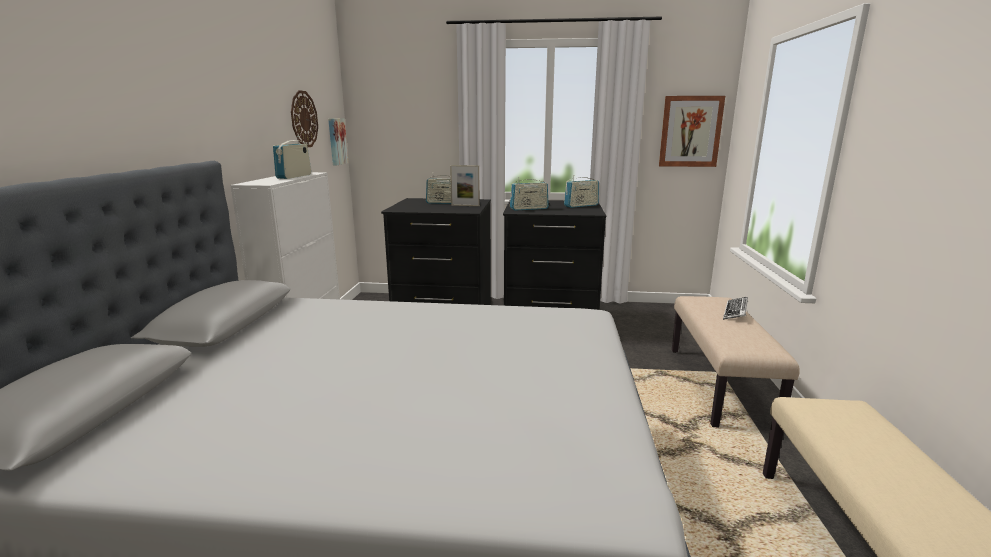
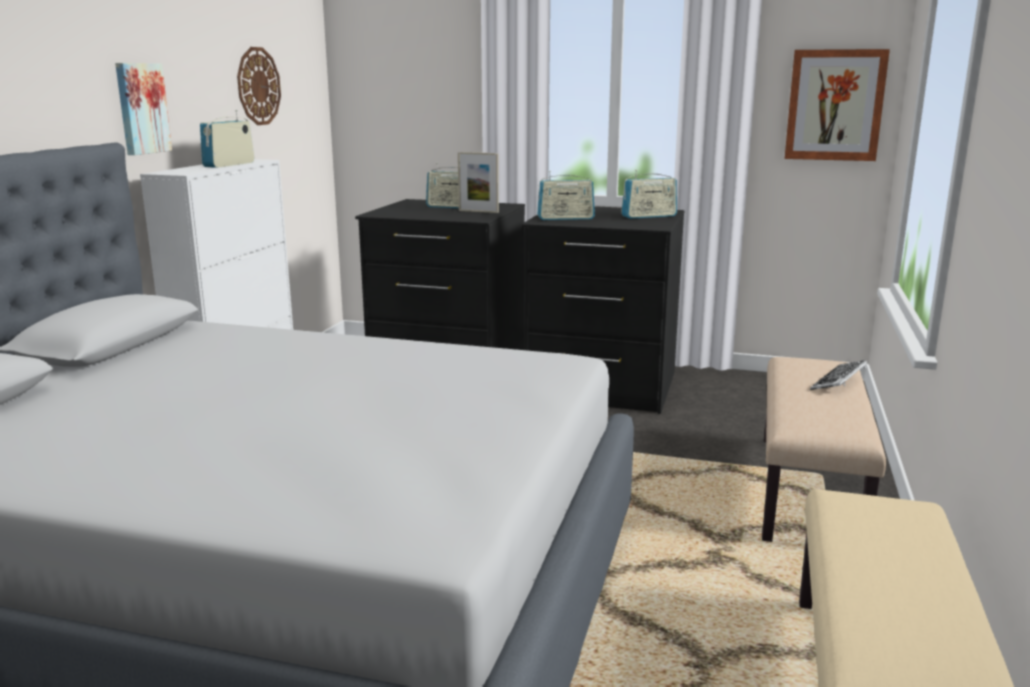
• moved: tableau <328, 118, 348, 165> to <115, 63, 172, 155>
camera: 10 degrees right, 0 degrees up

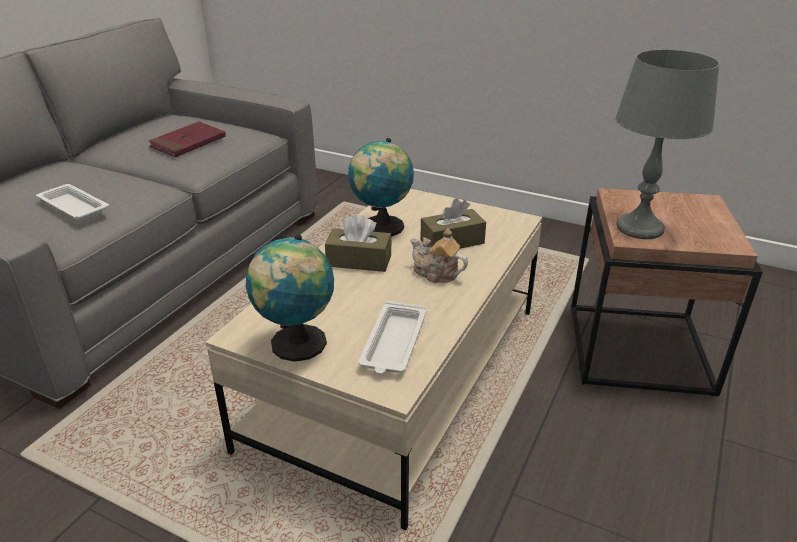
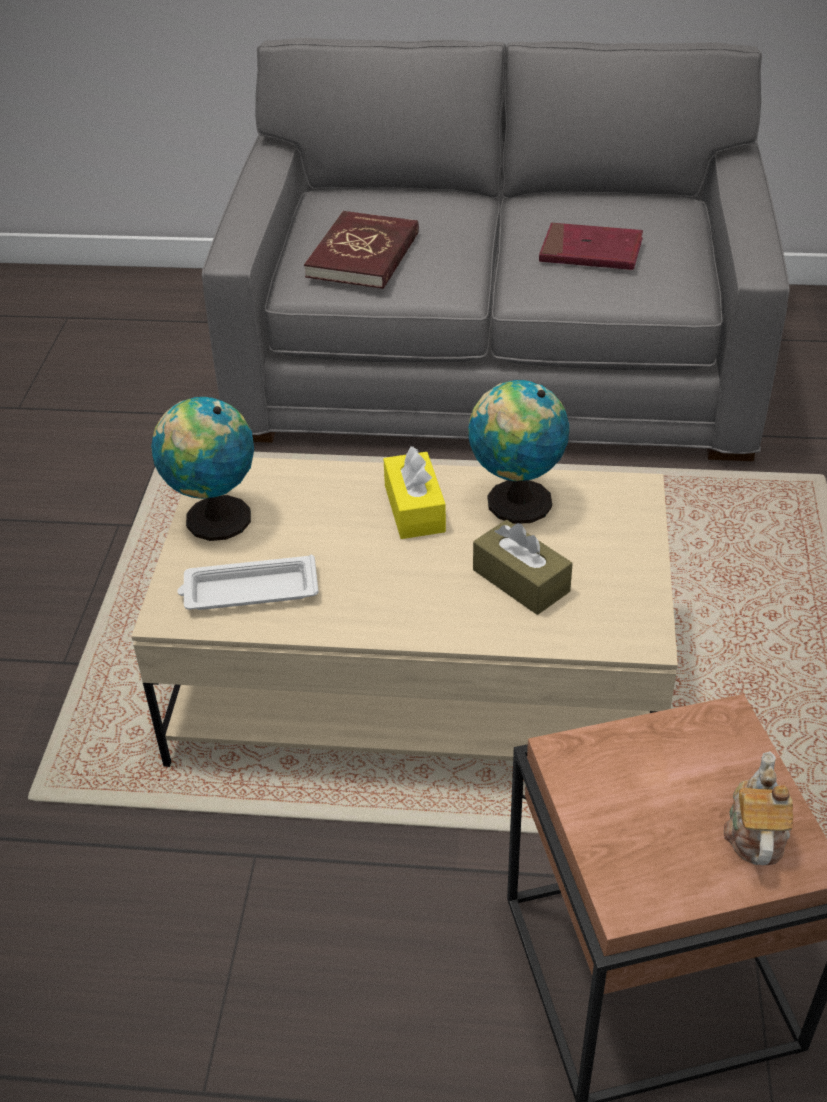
• replaced: plateau [blanc] <36, 184, 110, 221> to livre [rouge] <304, 211, 419, 289>
• recoloured: boîte à mouchoirs [marron] <325, 214, 392, 272> to boîte à mouchoirs [jaune] <384, 446, 446, 539>
• moved: théière <410, 229, 468, 283> to <724, 751, 793, 865>
• removed: lampe de table [gris] <615, 49, 720, 239>
camera: 70 degrees right, 10 degrees up

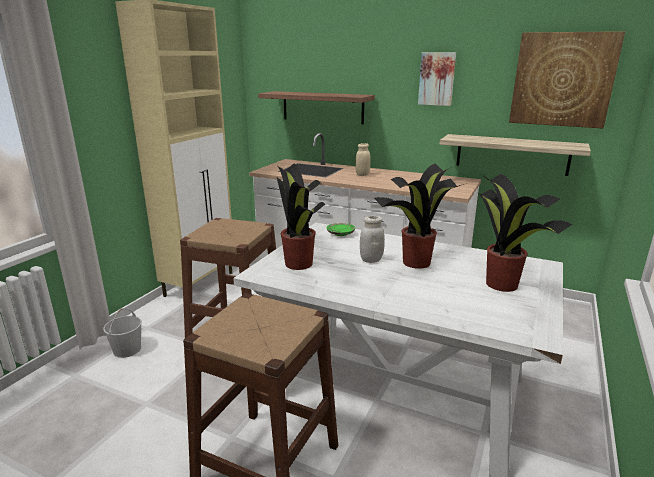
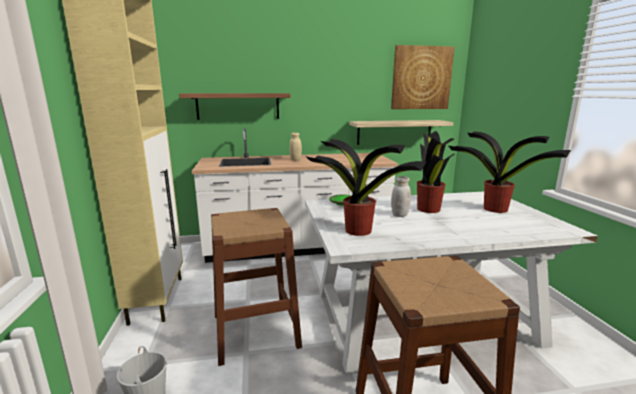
• removed: tableau <418, 52, 456, 106>
camera: 35 degrees left, 5 degrees down

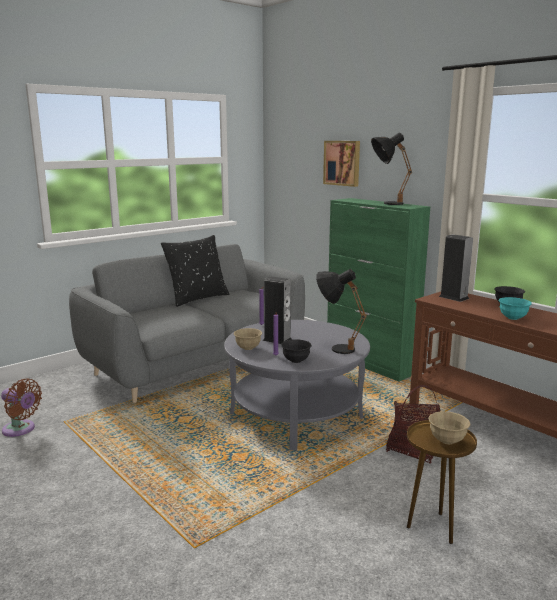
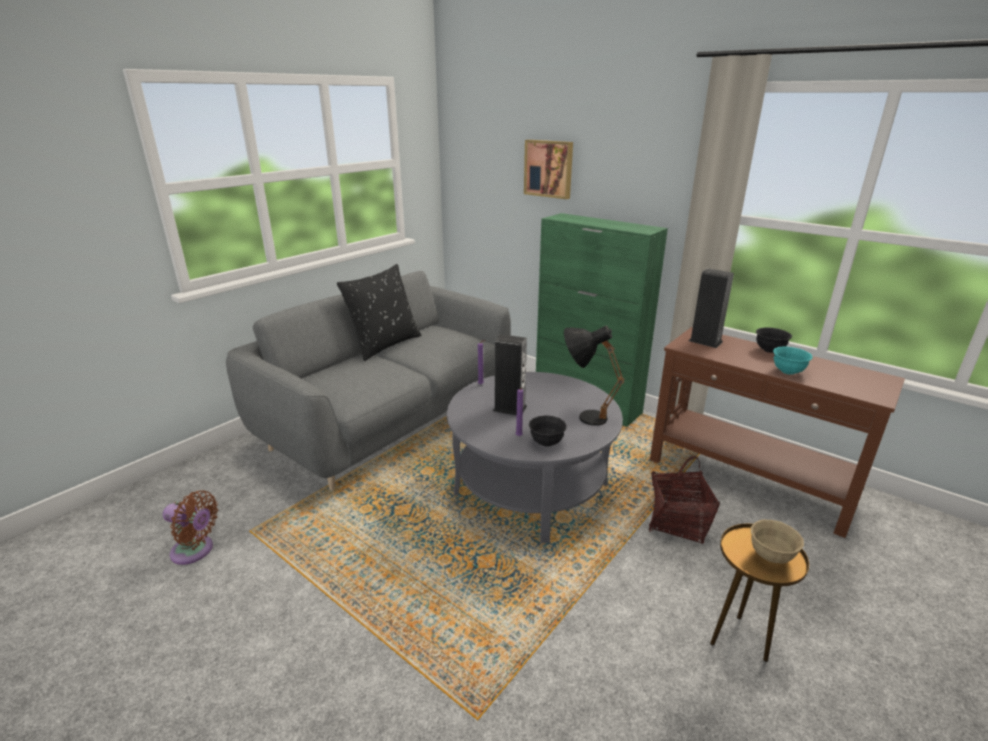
• removed: bol [beige] <234, 328, 262, 350>
• removed: lampe de table [noir] <371, 133, 412, 205>
camera: 10 degrees left, 10 degrees up

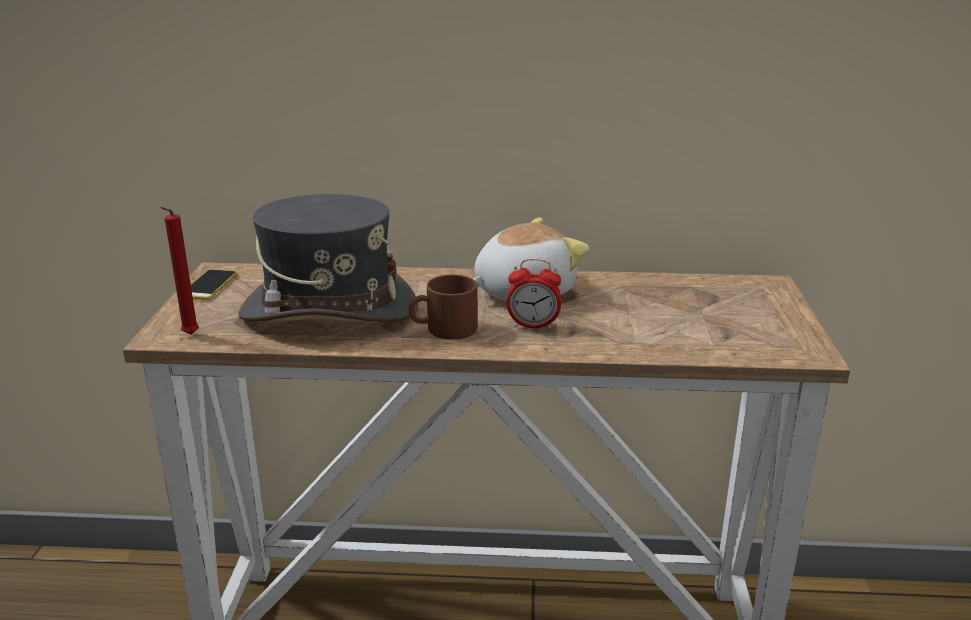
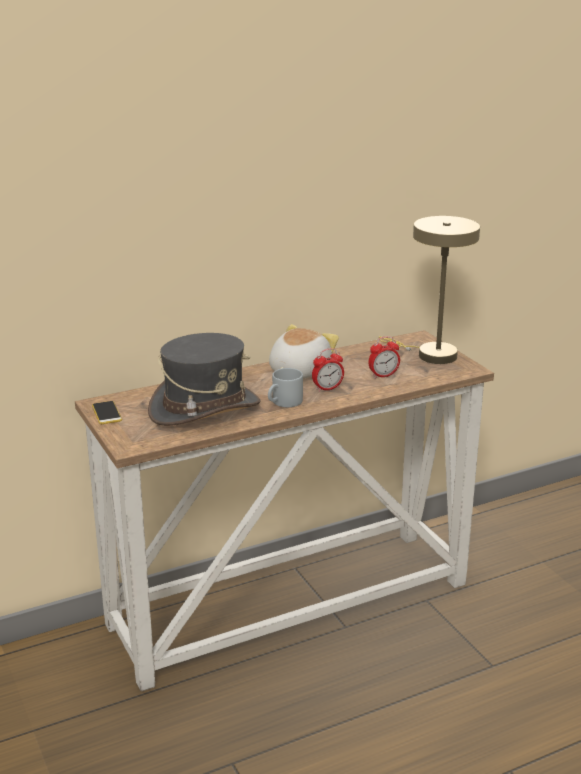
• recoloured: mug [marron] <408, 275, 478, 340> to mug [gris] <268, 368, 303, 407>
• added: réveil <368, 336, 400, 379>
• added: lampe de table [beige] <379, 216, 480, 364>
• removed: bougie [rouge] <161, 207, 199, 335>
camera: 30 degrees left, 0 degrees up

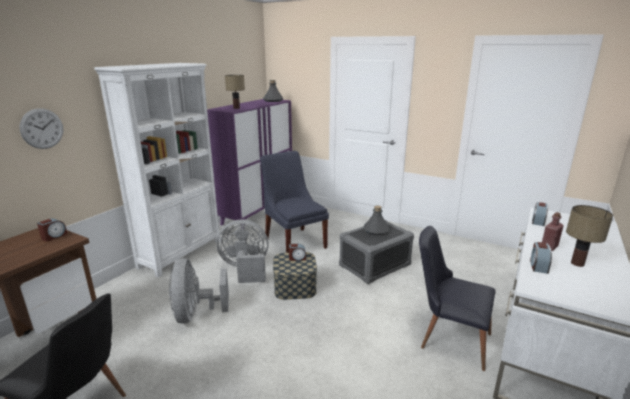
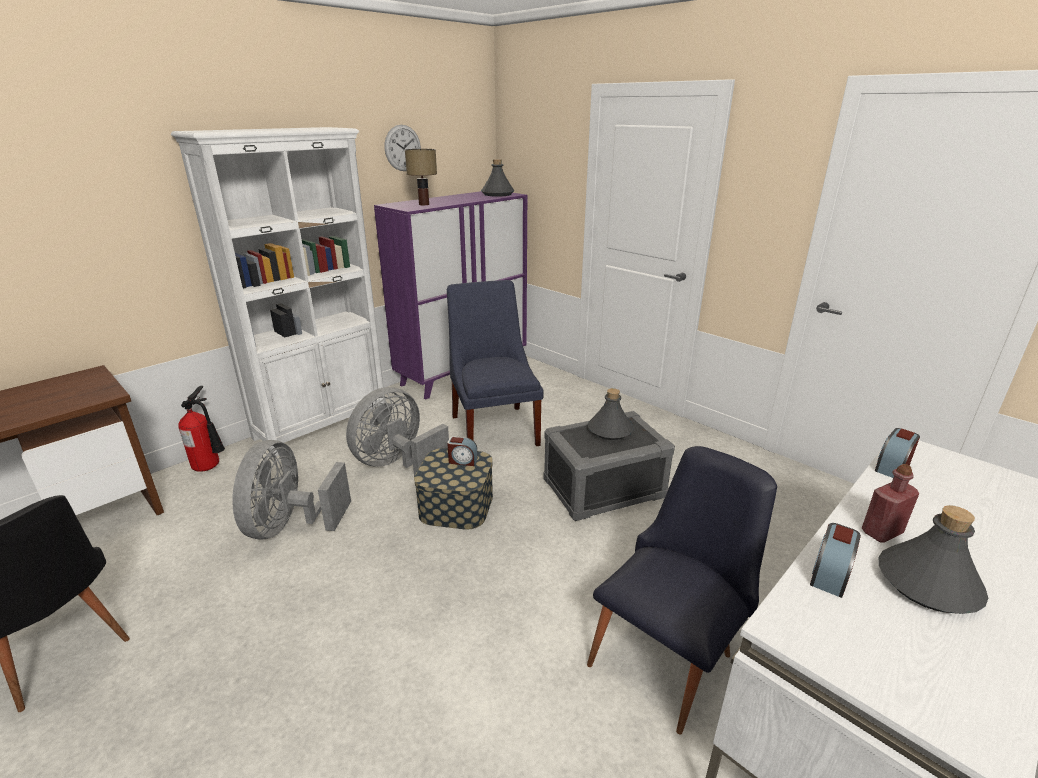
• added: extincteur <178, 386, 225, 472>
• turned: ventilateur [gris] <216, 219, 269, 283> = <346, 387, 449, 476> 60 degrees counterclockwise
• moved: horloge murale <19, 108, 63, 149> to <385, 125, 421, 171>
• turned: chaise [noir] <419, 226, 496, 371> = <587, 446, 777, 735> 90 degrees clockwise
• replaced: lampe de table <566, 205, 613, 267> to bouteille [gris] <878, 505, 988, 614>
• removed: réveil <37, 218, 68, 242>
camera: 15 degrees right, 5 degrees up

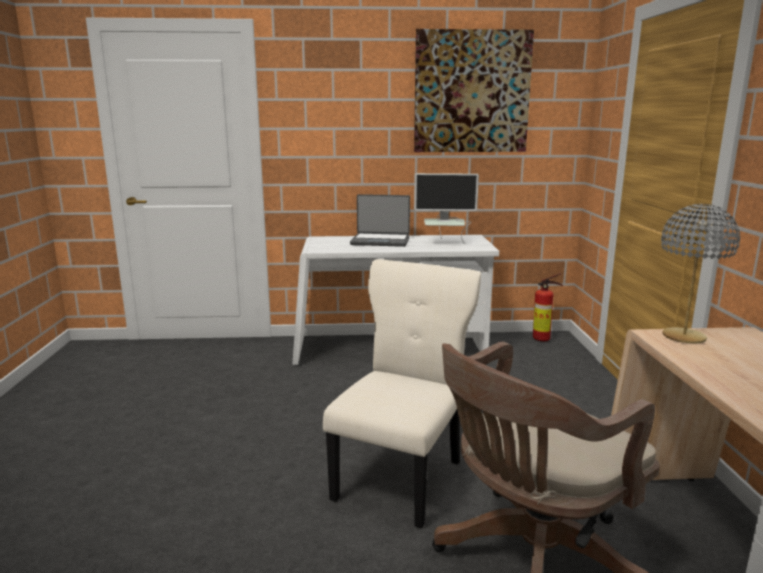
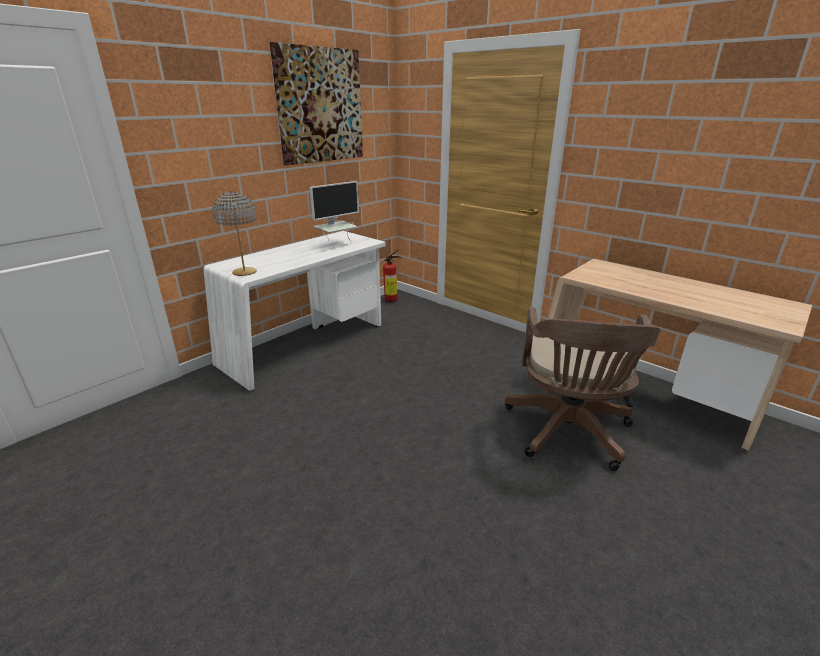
• moved: lampe de table [gris] <661, 204, 740, 343> to <212, 192, 257, 276>
• removed: chaise [beige] <323, 259, 481, 528>
• removed: ordinateur portable <350, 194, 410, 247>
camera: 45 degrees left, 10 degrees up

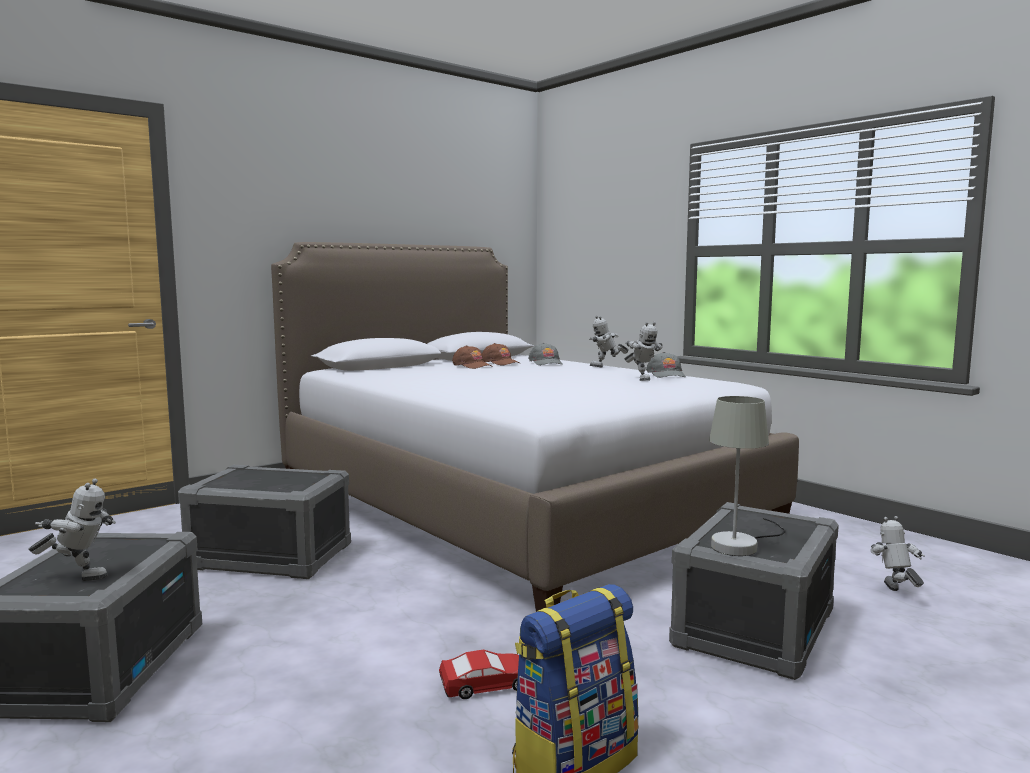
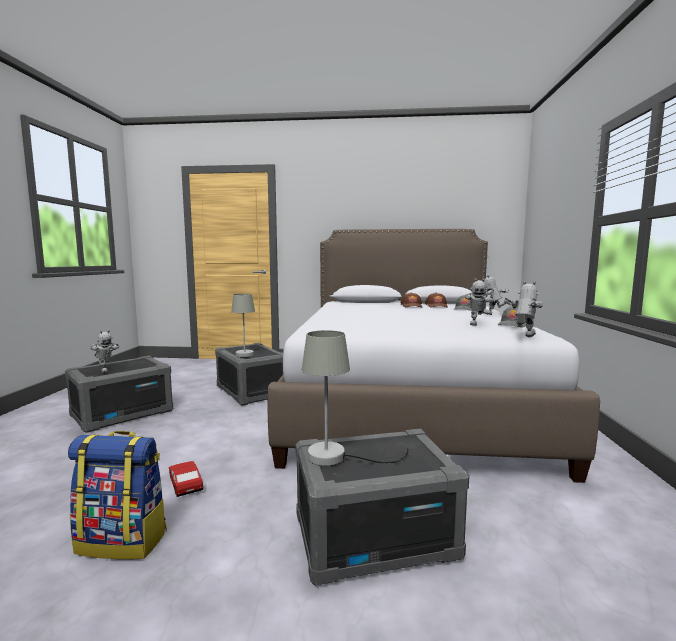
• turned: petite voiture <439, 650, 519, 699> = <169, 461, 203, 497> 150 degrees counterclockwise
• added: lampe de table [gris] <231, 294, 260, 357>
• moved: robot jouet <871, 516, 925, 591> to <510, 281, 543, 337>
camera: 45 degrees right, 0 degrees up

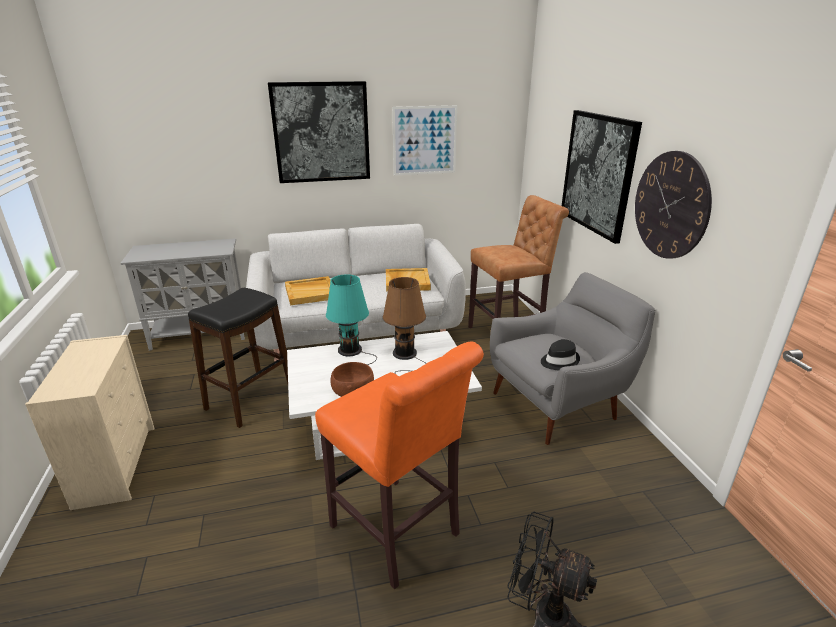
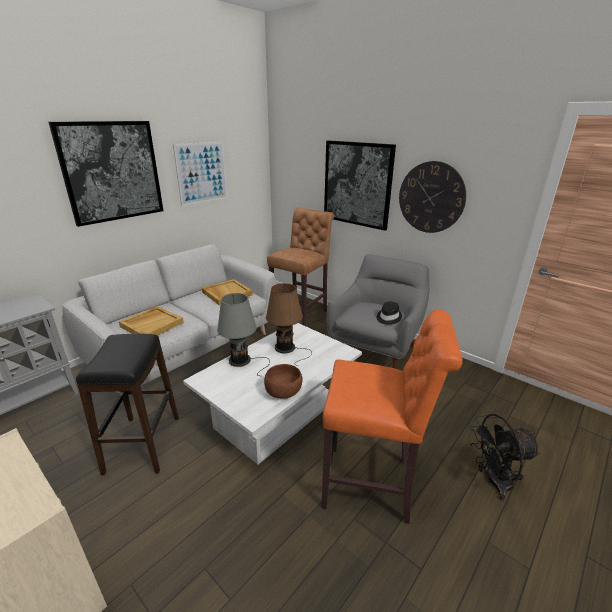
• recoloured: lampe de table [turquoise] <326, 274, 377, 365> to lampe de table [gris] <217, 293, 270, 376>
camera: 35 degrees left, 0 degrees up

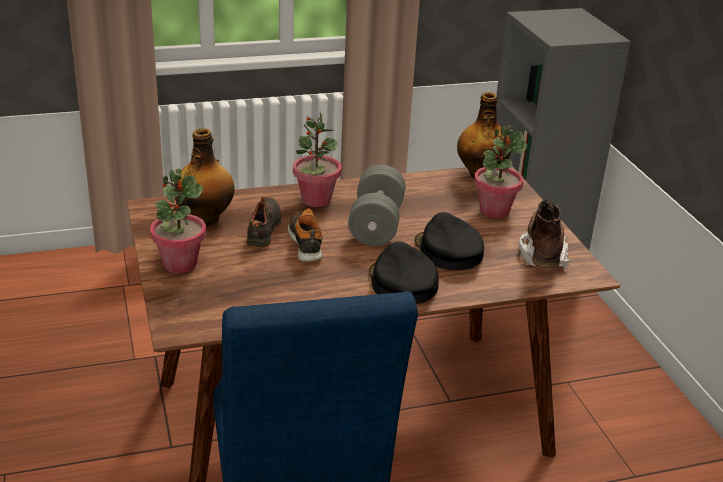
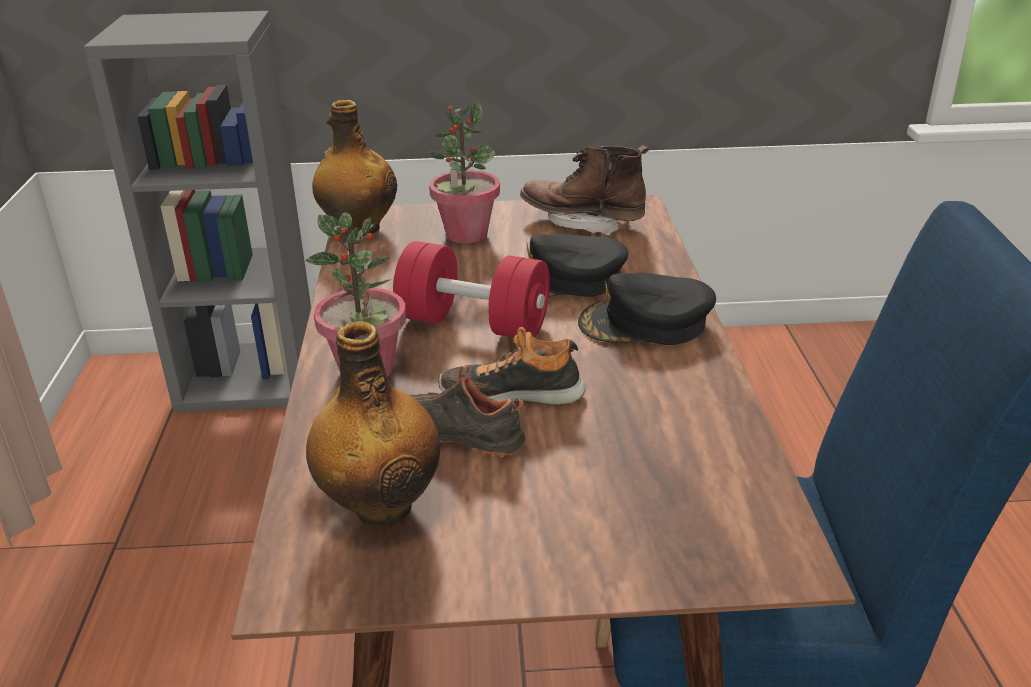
• recoloured: haltère [gris] <348, 165, 405, 246> to haltère [rouge] <393, 241, 550, 338>
• removed: plante en pot <150, 169, 206, 273>
camera: 75 degrees left, 0 degrees up

